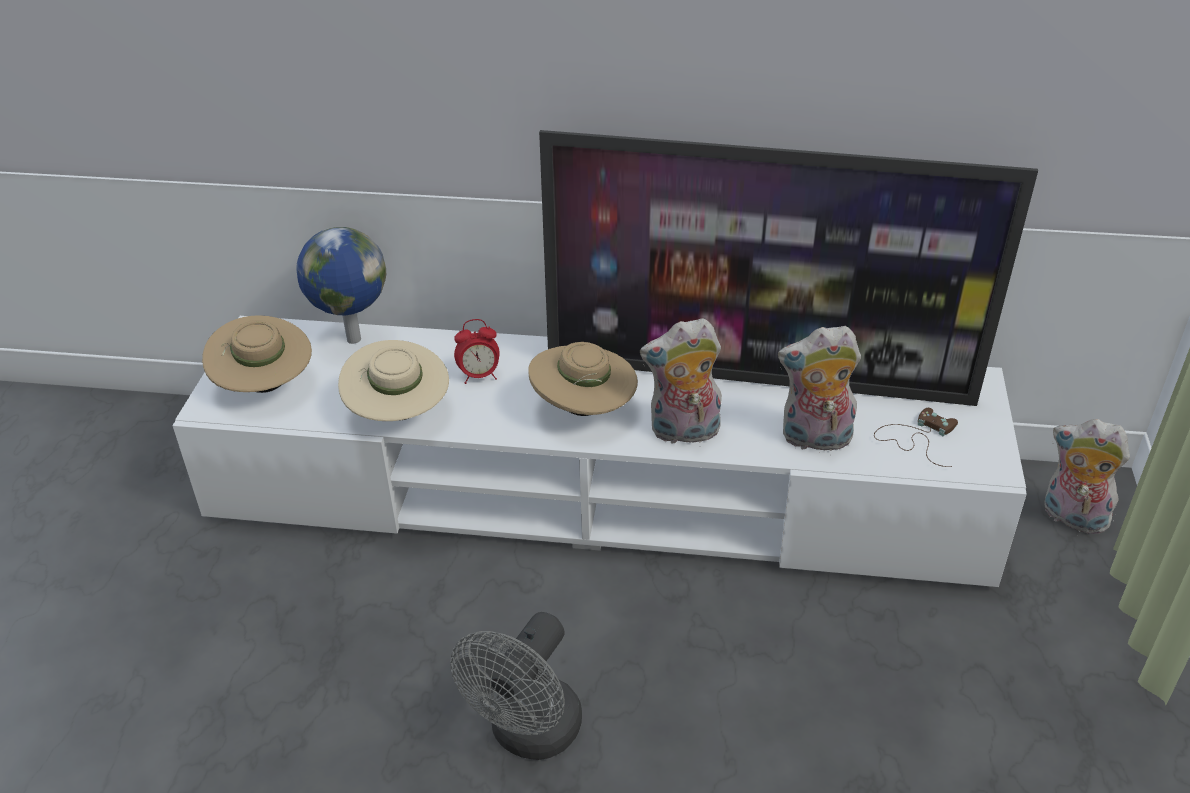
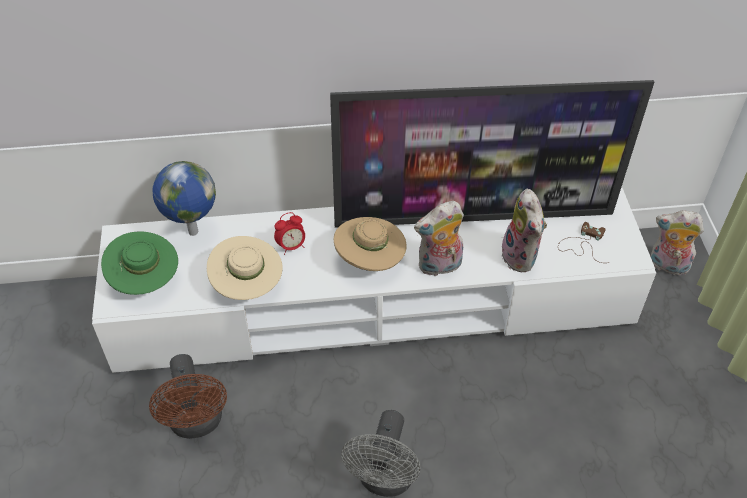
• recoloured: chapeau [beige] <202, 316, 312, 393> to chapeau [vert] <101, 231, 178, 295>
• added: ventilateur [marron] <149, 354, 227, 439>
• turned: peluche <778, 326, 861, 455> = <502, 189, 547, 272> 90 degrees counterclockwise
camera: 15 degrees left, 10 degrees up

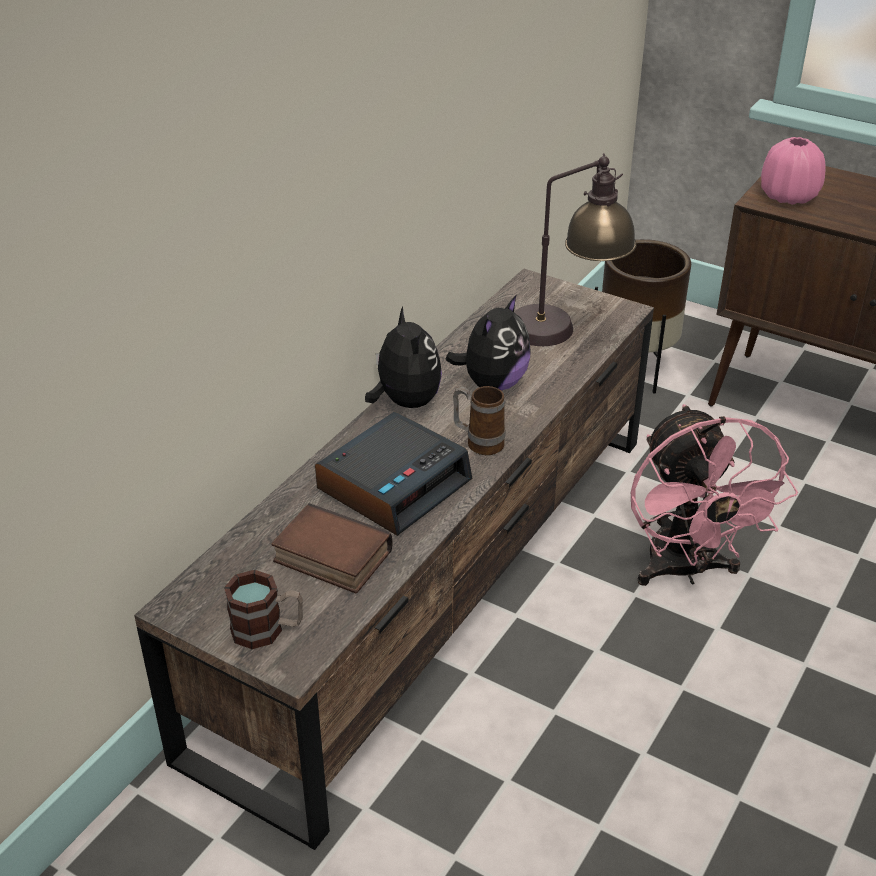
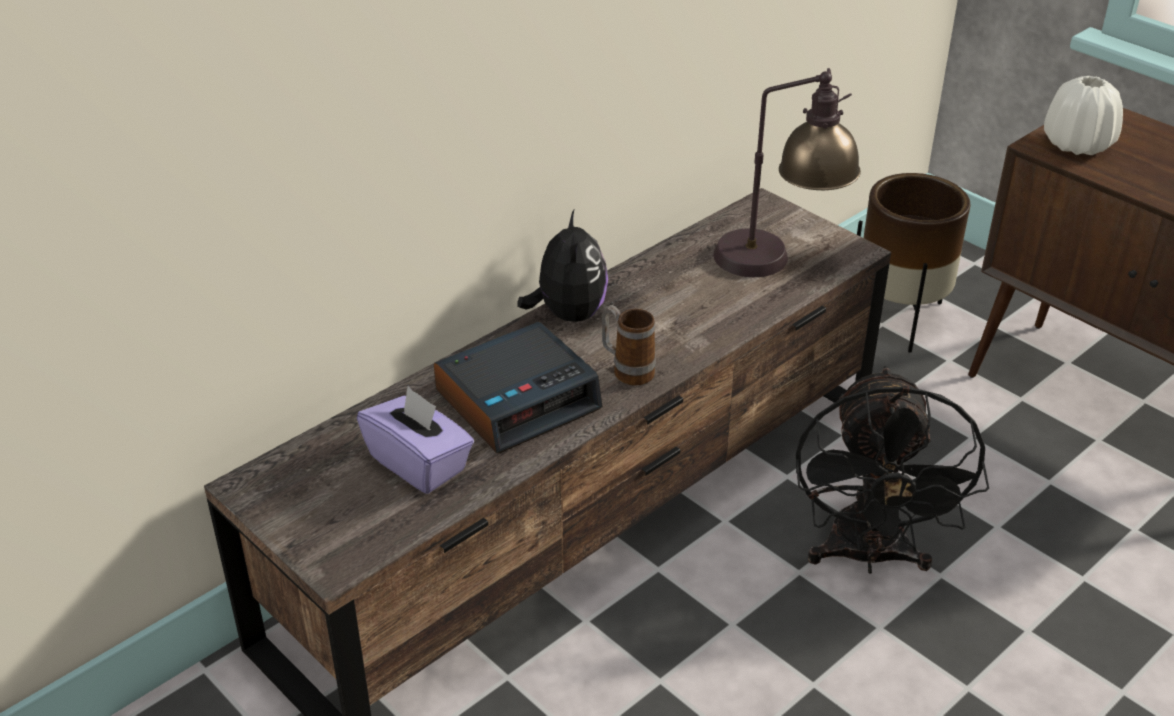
• replaced: livre <271, 503, 393, 593> to boîte à mouchoirs [violet] <357, 386, 474, 494>
• recoloured: ventilateur [rose] <631, 404, 798, 586> to ventilateur [noir] <796, 366, 989, 574>
• recoloured: vase [rose] <761, 137, 825, 205> to vase [blanc] <1044, 76, 1123, 155>
• removed: mug <224, 570, 303, 649>
• removed: peluche <446, 294, 531, 391>
camera: 15 degrees right, 0 degrees up

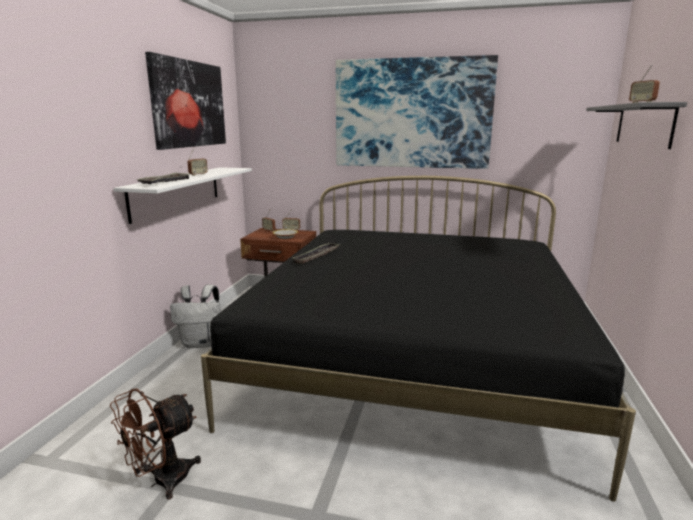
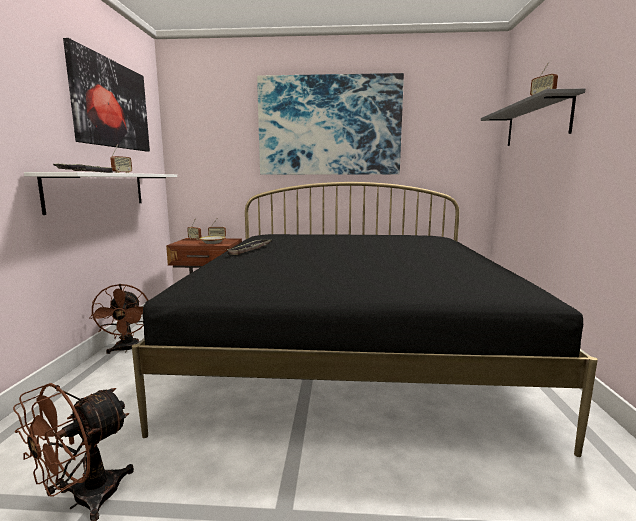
• replaced: sac à dos [blanc] <170, 285, 220, 348> to ventilateur [marron] <90, 284, 148, 354>
camera: 10 degrees left, 5 degrees down

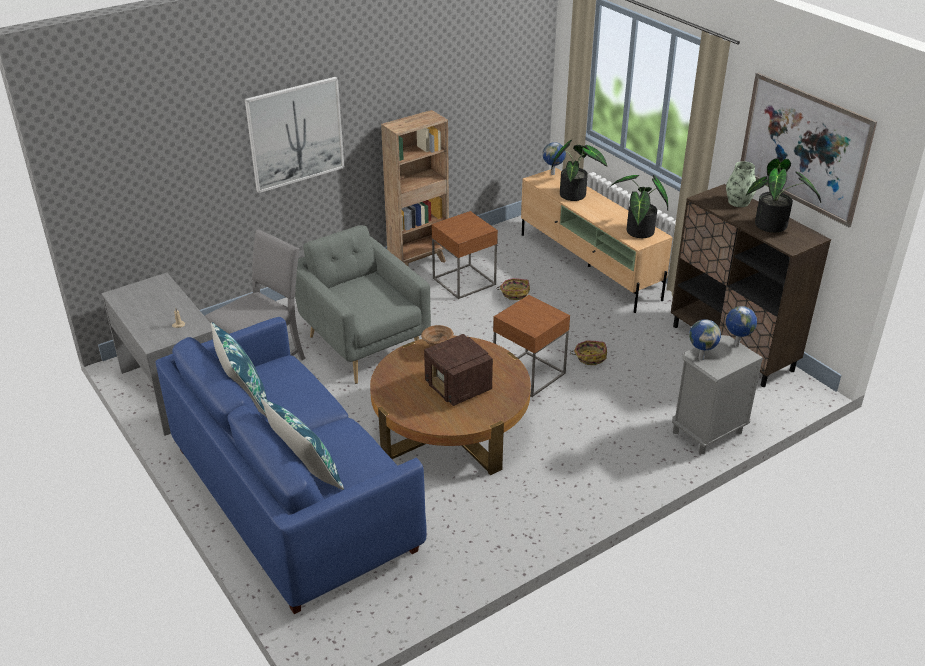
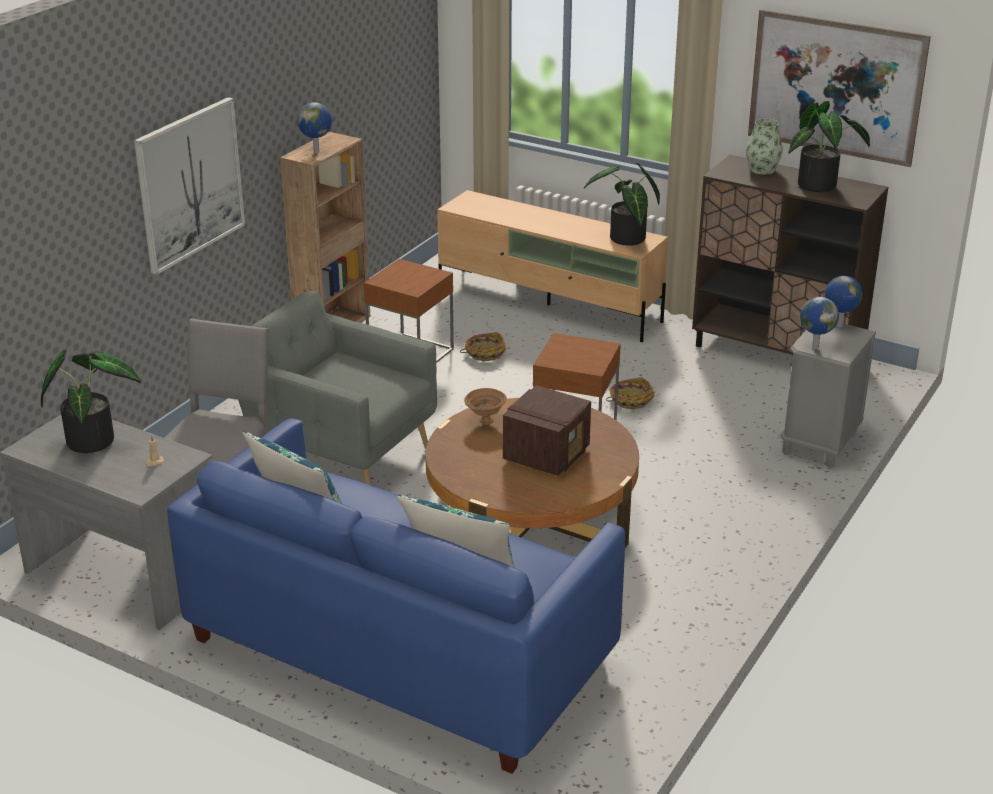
• moved: plante en pot <551, 140, 607, 201> to <41, 348, 141, 453>
• moved: globe <543, 142, 566, 175> to <297, 102, 332, 153>
• turned: radio <424, 334, 493, 406> = <503, 385, 591, 476> 90 degrees counterclockwise
camera: 25 degrees left, 5 degrees down

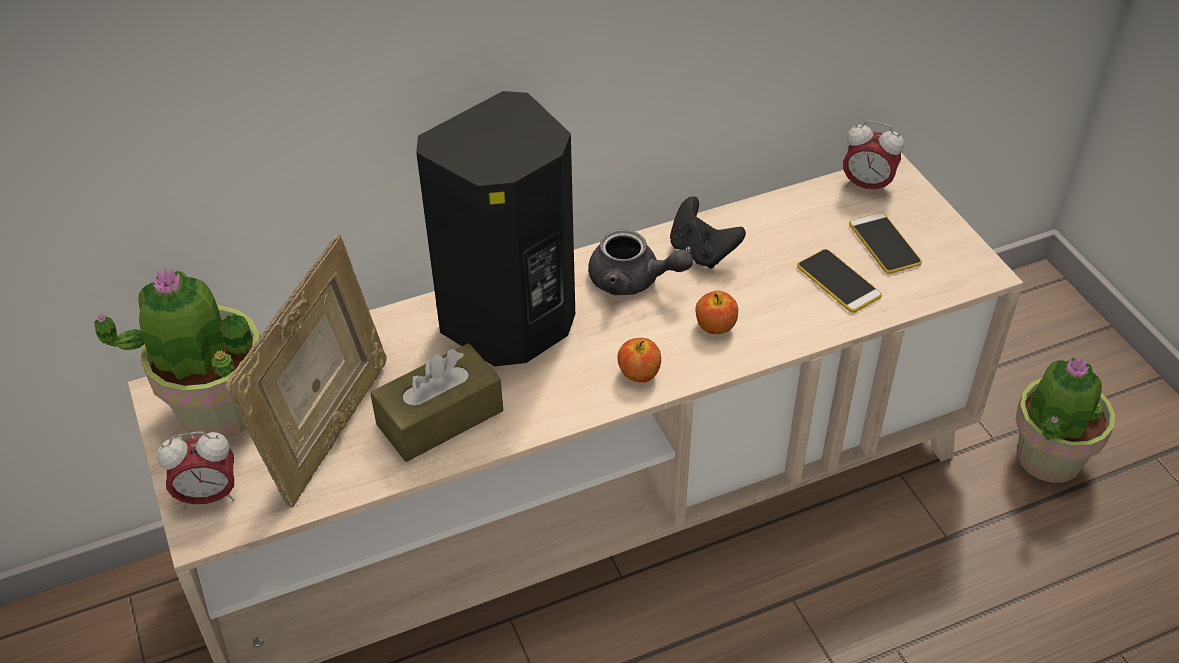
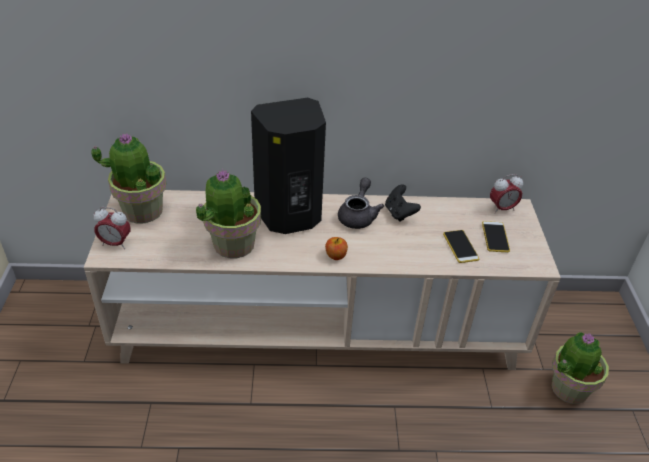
• replaced: boîte à mouchoirs [marron] <370, 343, 503, 462> to plante en pot <196, 169, 261, 258>
• turned: théière [gris] <588, 229, 693, 295> = <338, 177, 384, 229> 120 degrees counterclockwise
• turned: réveil <843, 121, 904, 196> = <490, 174, 523, 214> 60 degrees counterclockwise
• removed: cadre photo <226, 234, 387, 508>
• removed: pomme <695, 291, 738, 334>
camera: 20 degrees right, 5 degrees down

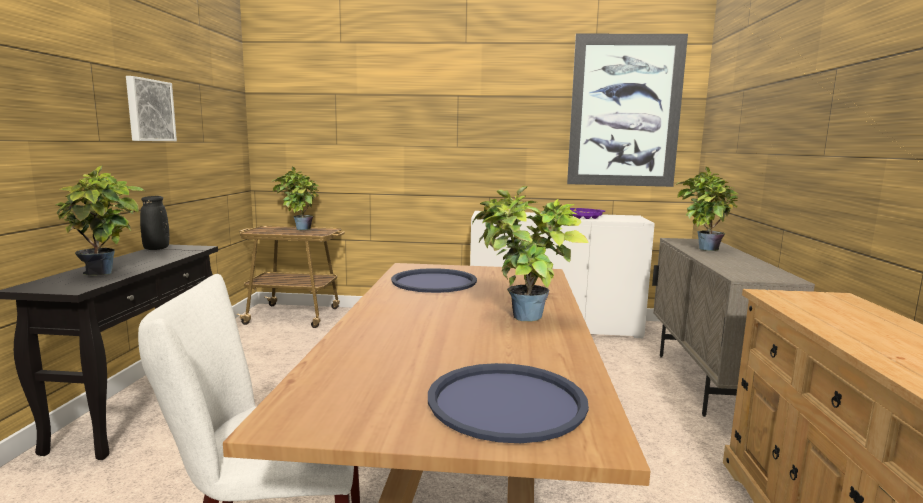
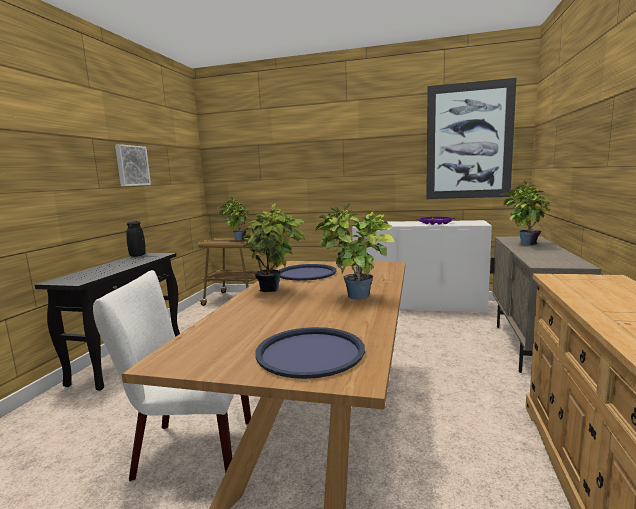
• moved: plante en pot <56, 165, 145, 275> to <243, 203, 305, 292>
camera: 10 degrees right, 0 degrees up

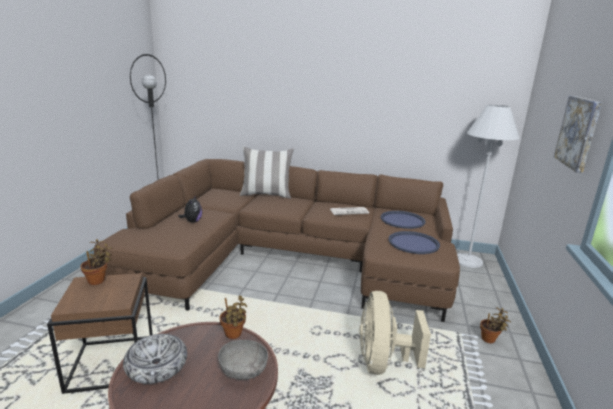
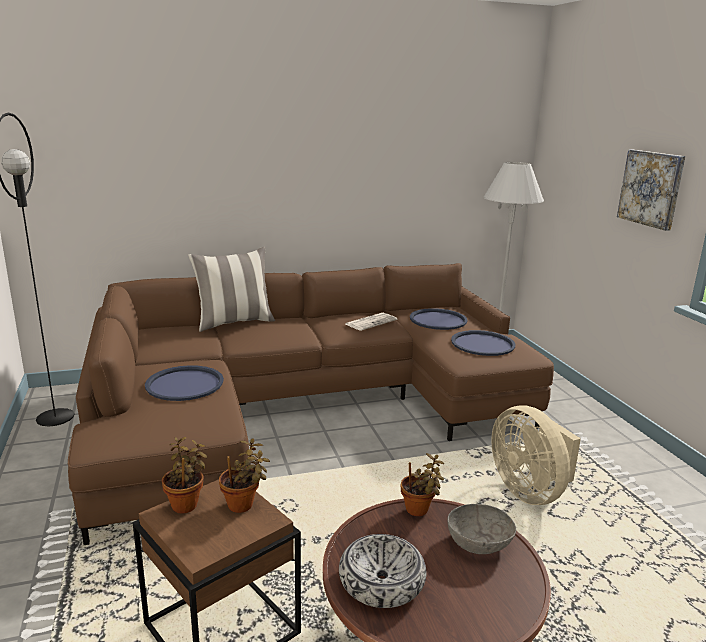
• replaced: peluche <178, 195, 202, 223> to plateau [bleu] <145, 365, 224, 401>
• moved: plante en pot <480, 307, 511, 343> to <219, 438, 270, 513>
camera: 30 degrees left, 0 degrees up

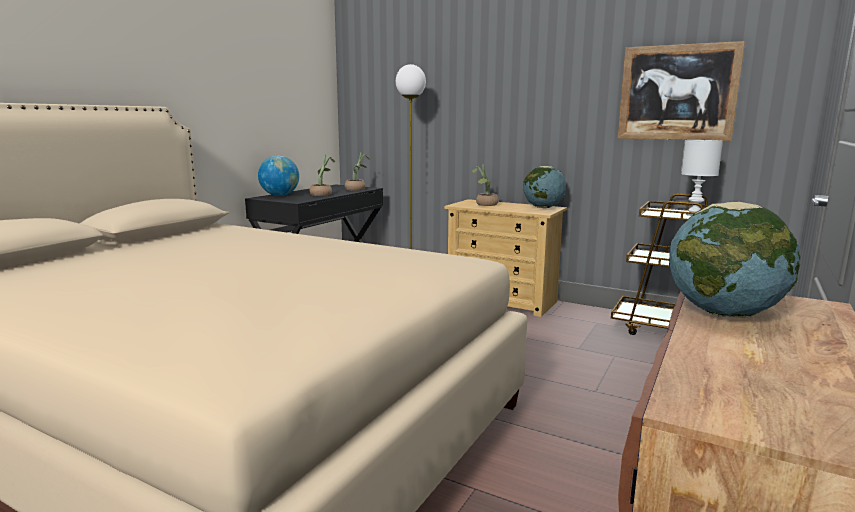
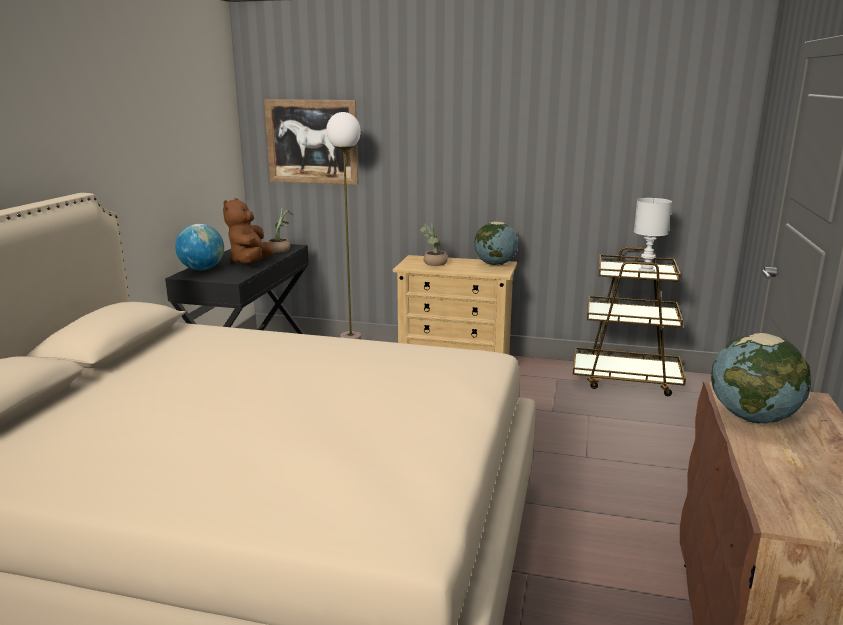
• replaced: plante en pot <310, 155, 335, 196> to peluche [marron] <223, 198, 274, 264>
• moved: tableau <618, 41, 745, 141> to <264, 99, 359, 185>
camera: 15 degrees left, 5 degrees up

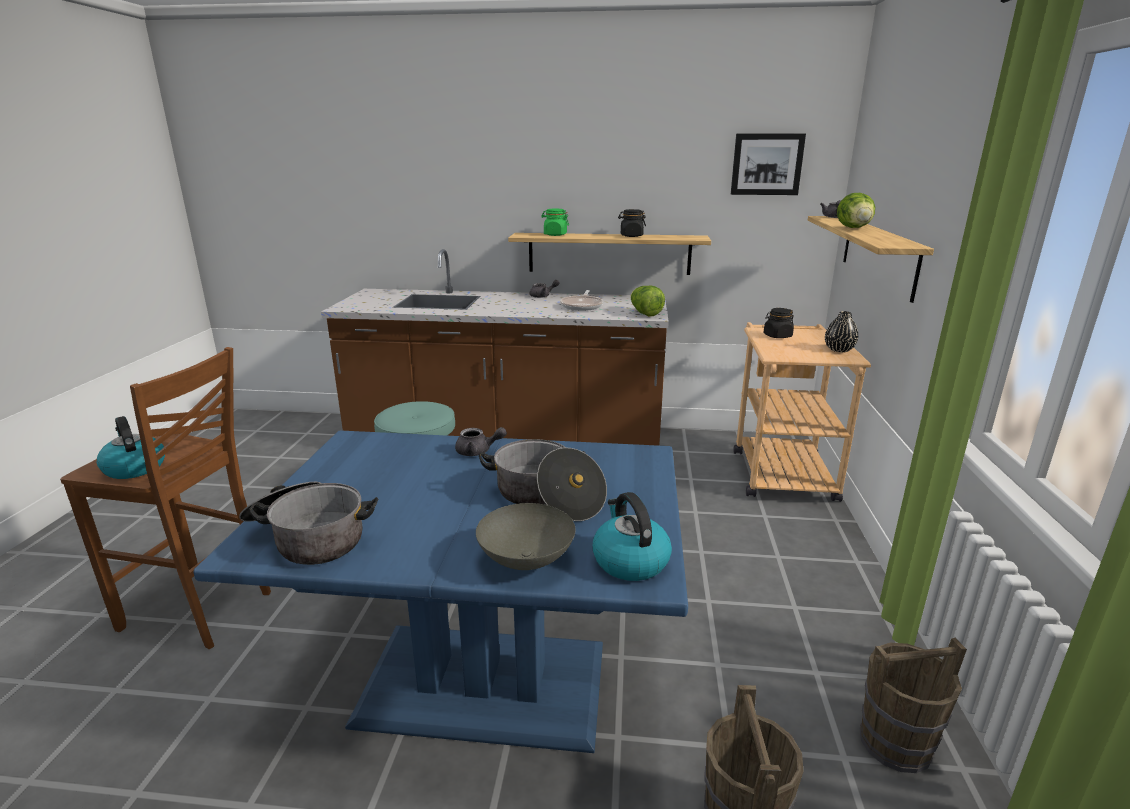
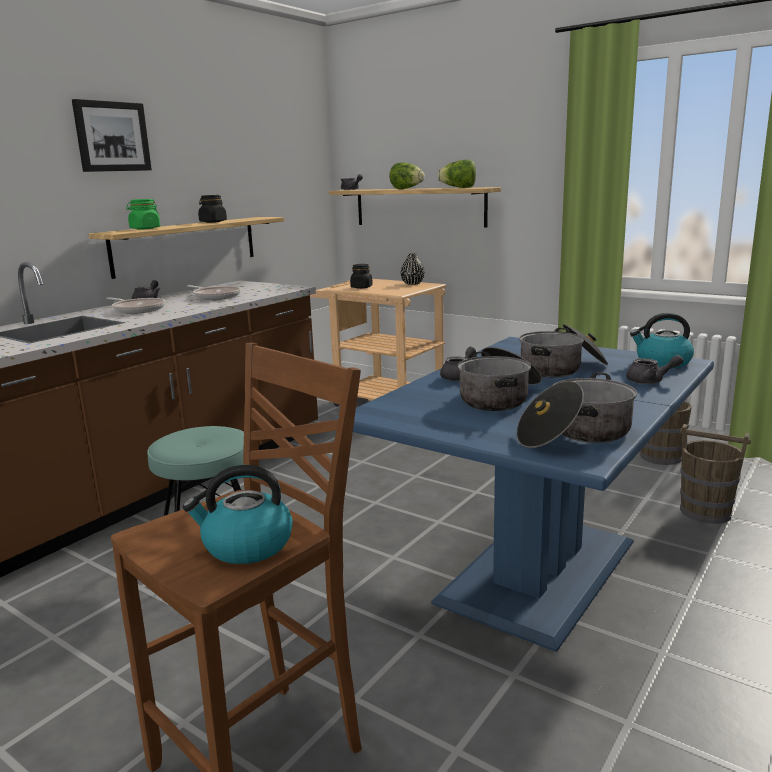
• moved: tableau <731, 133, 806, 195> to <72, 99, 152, 172>
• added: poêle <106, 297, 165, 314>
• moved: laitue <630, 286, 665, 316> to <437, 160, 476, 188>
• added: marmite <458, 347, 542, 411>
• replaced: bol [gris] <476, 503, 576, 570> to théière [gris] <626, 355, 684, 384>
camera: 60 degrees left, 5 degrees down

